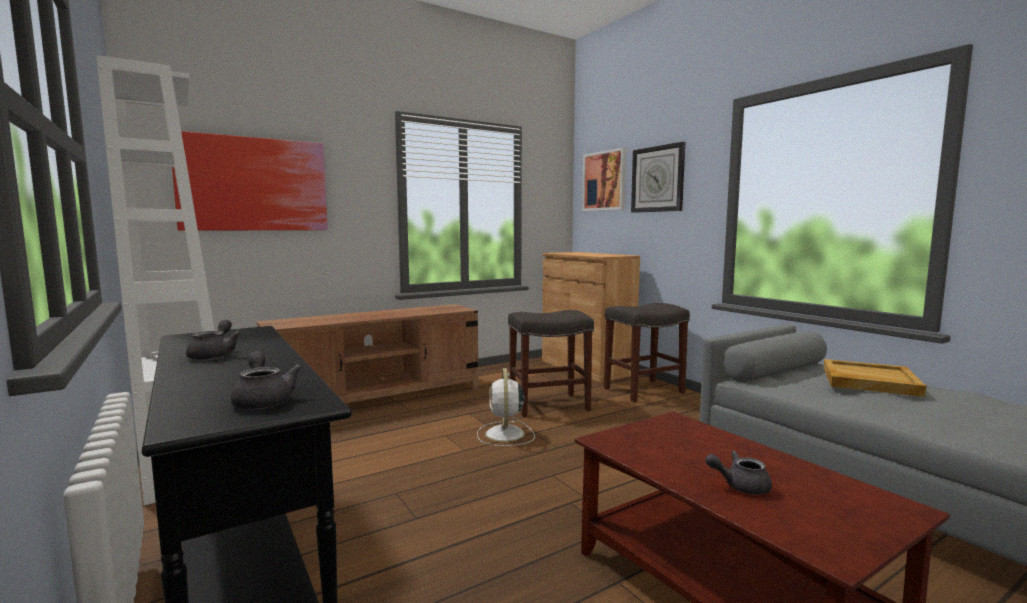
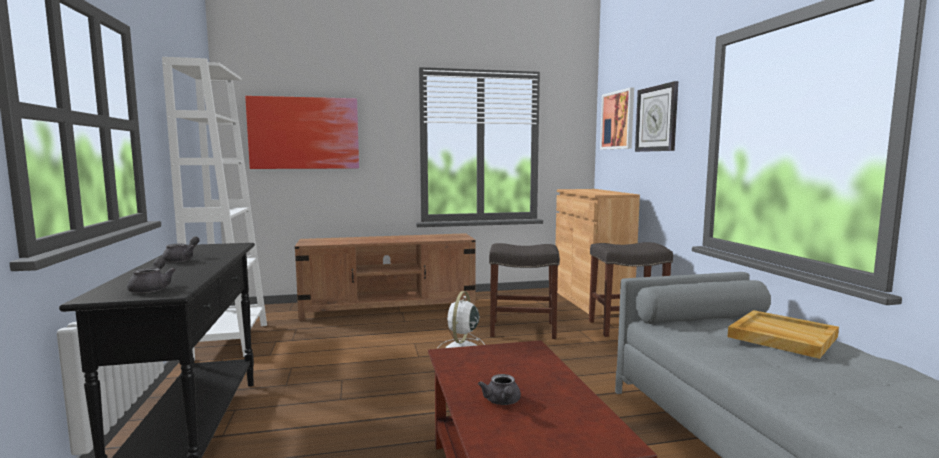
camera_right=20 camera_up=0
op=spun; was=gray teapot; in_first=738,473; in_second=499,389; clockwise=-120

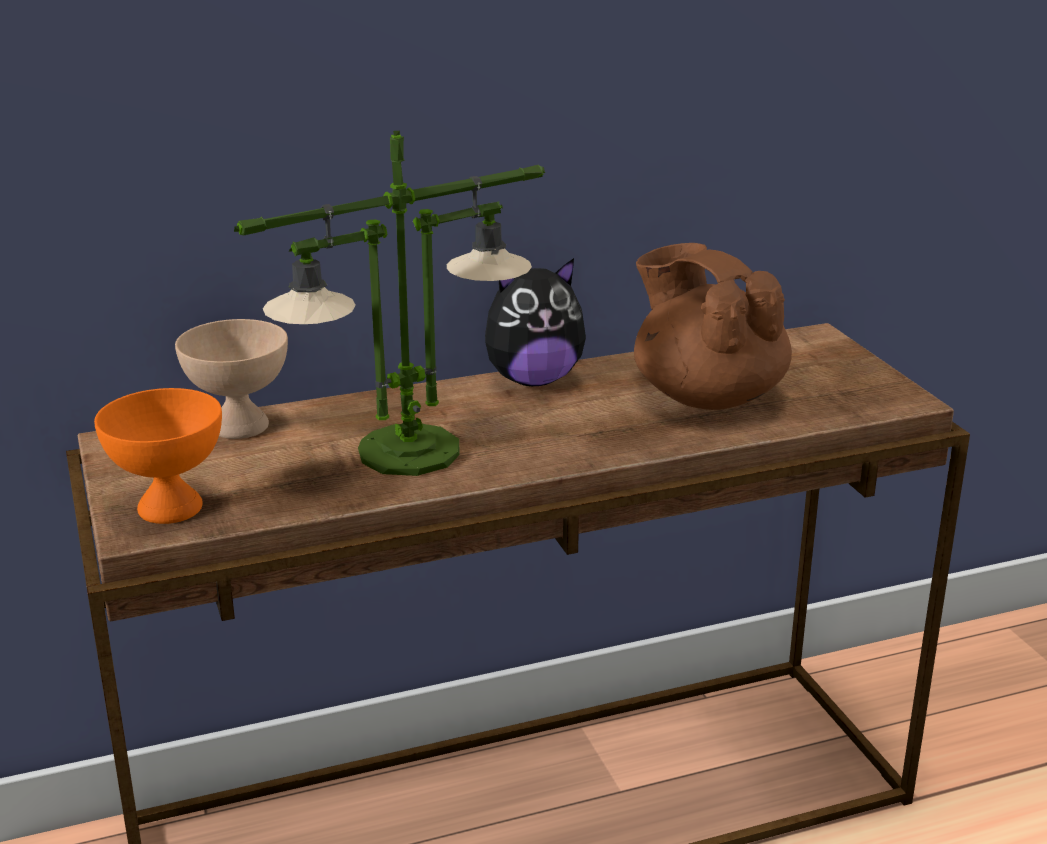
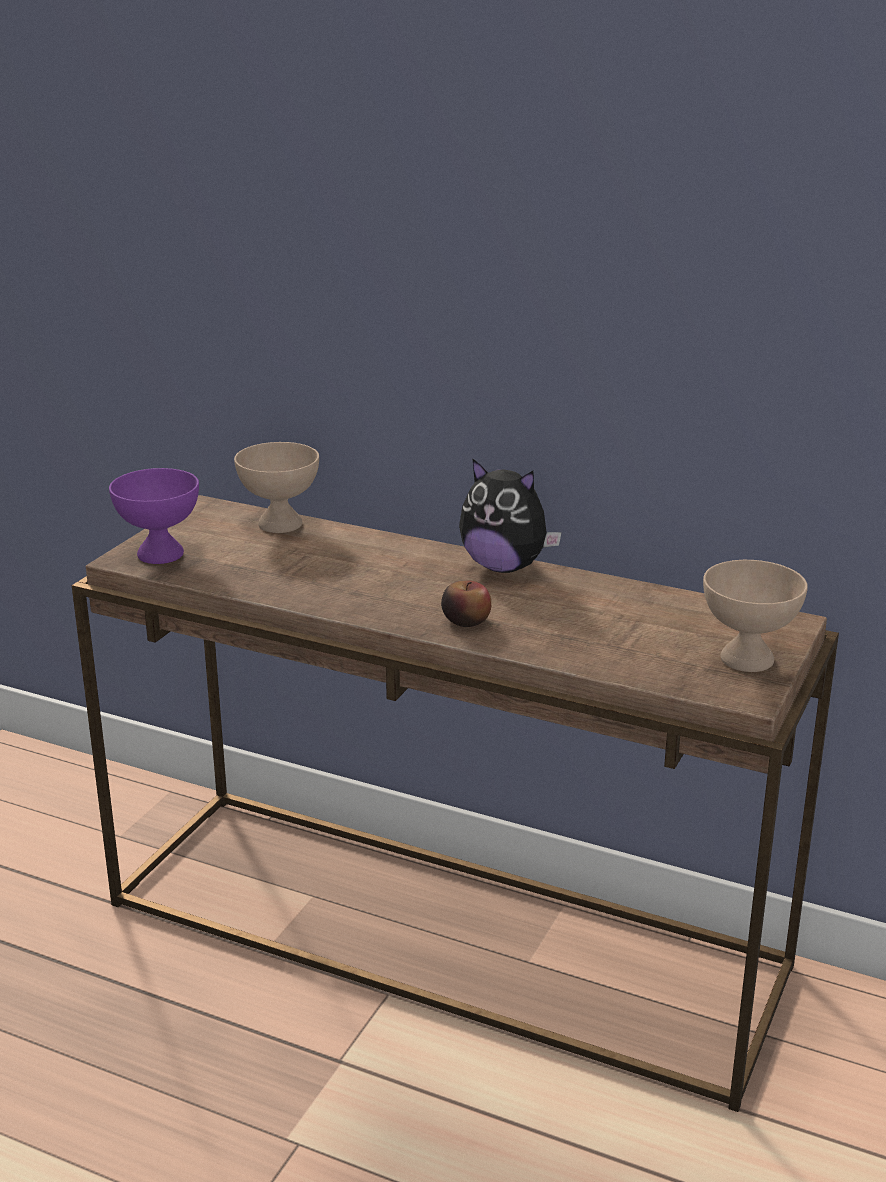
camera_right=45 camera_up=0
op=missing; was=lamp for a table; in_first=389,303
op=missing; was=brownish teapot; in_first=713,326
op=appeared; now=whole apple; in_second=466,604
op=appeared; now=sand-coloured bowl; in_second=755,616
op=colour; was=orange bowl; now=purple-coloured bowl; in_first=158,456; in_second=154,516

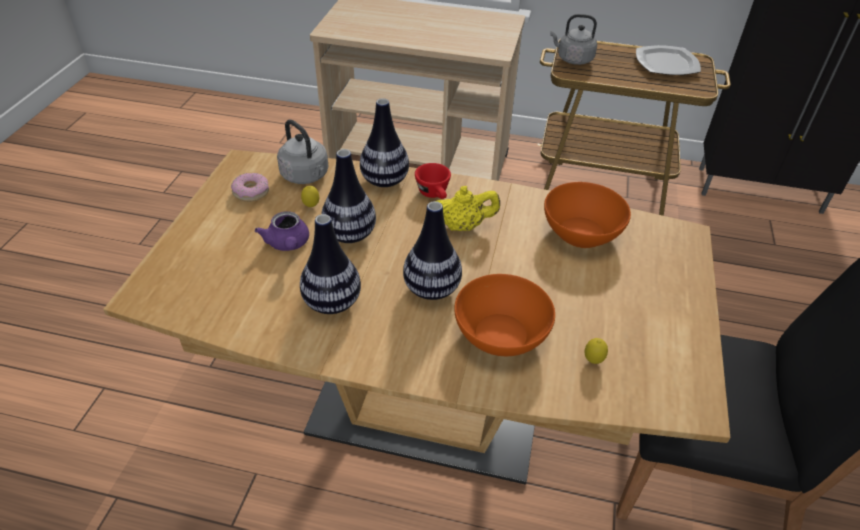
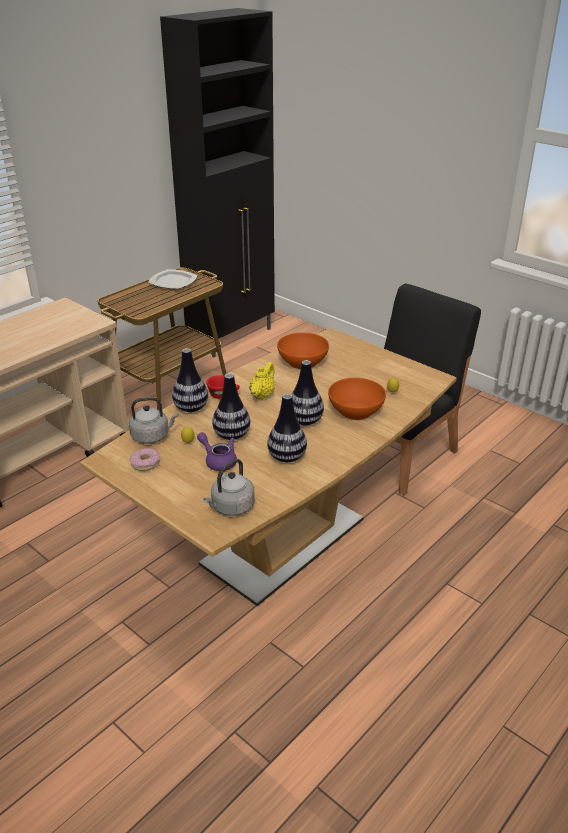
camera_right=-60 camera_up=-10
op=relocated; was=gray water kettle; in_first=573,39; in_second=229,487
op=spun; was=purple-coloured teapot; in_first=282,231; in_second=217,451; clockwise=-150

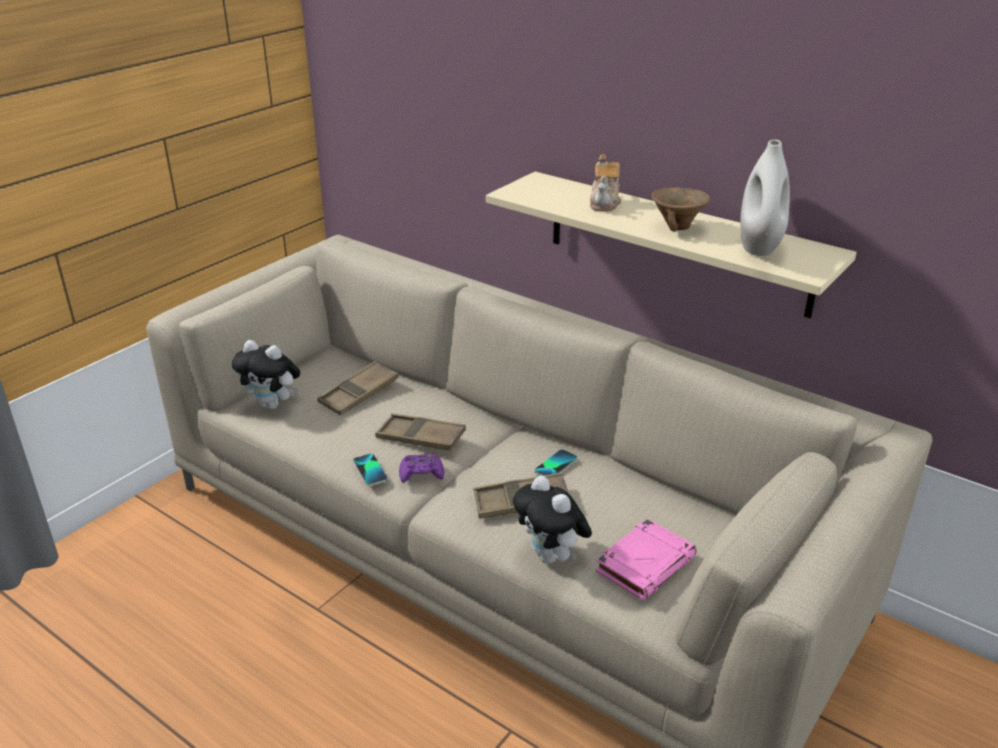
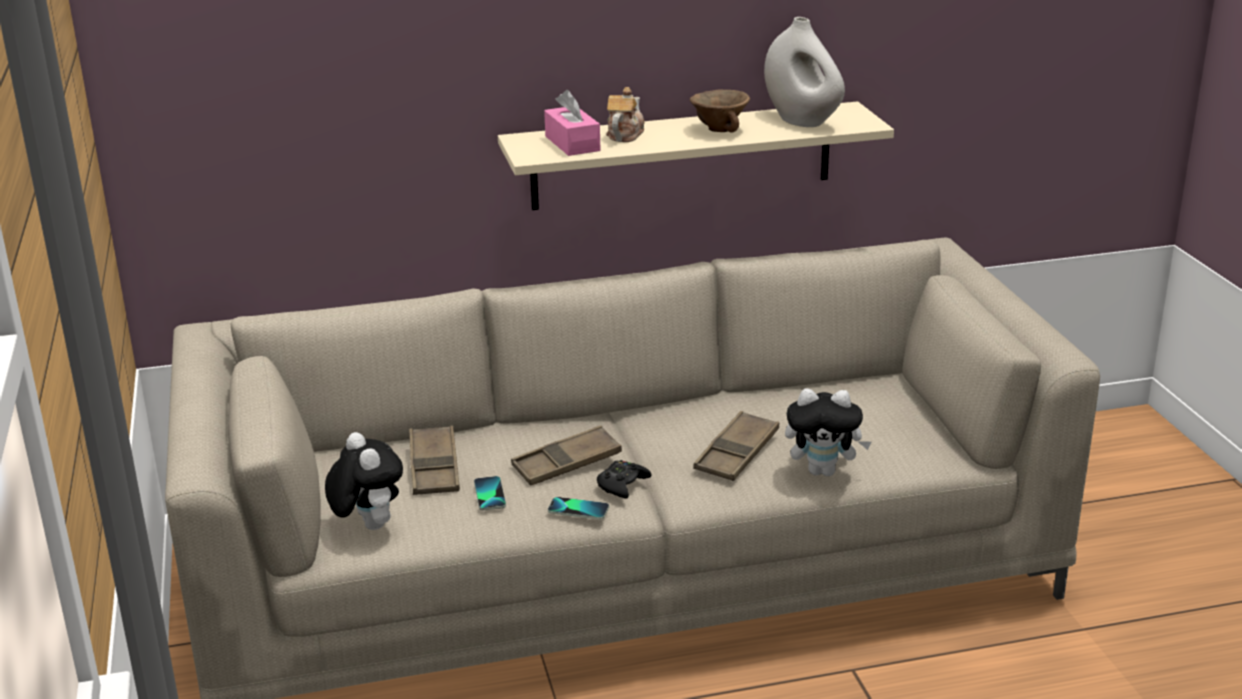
camera_right=-50 camera_up=-5
op=missing; was=pinkish book; in_first=646,559
op=appeared; now=pinkish tissue box; in_second=572,123
op=relocated; was=telephone; in_first=556,462; in_second=490,493
op=colour; was=purple-coloured gamepad; now=black-coloured gamepad; in_first=421,468; in_second=624,479
op=spun; was=soft toy; in_first=266,374; in_second=364,481; clockwise=-90
op=spun; was=teapot; in_first=605,183; in_second=625,114; clockwise=-120

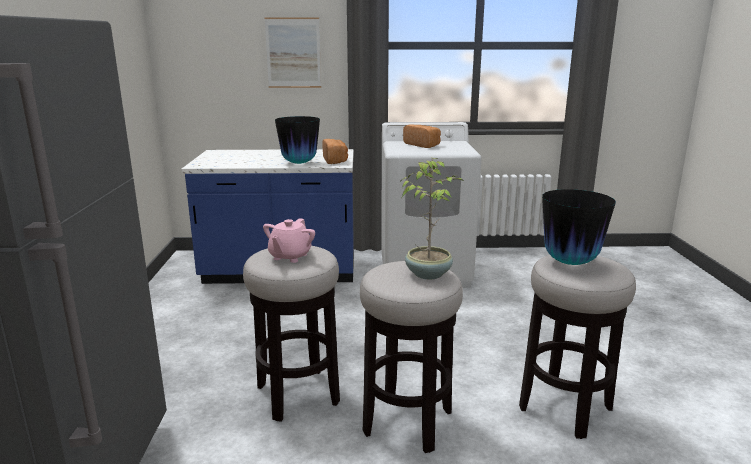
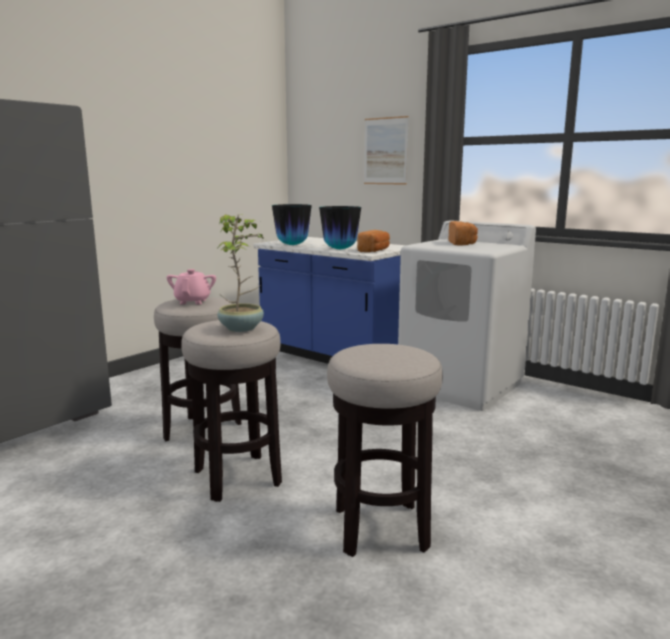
camera_right=40 camera_up=-5
op=relocated; was=decorative vase; in_first=579,227; in_second=292,224
op=spun; was=pinkish teapot; in_first=289,240; in_second=191,286; clockwise=120

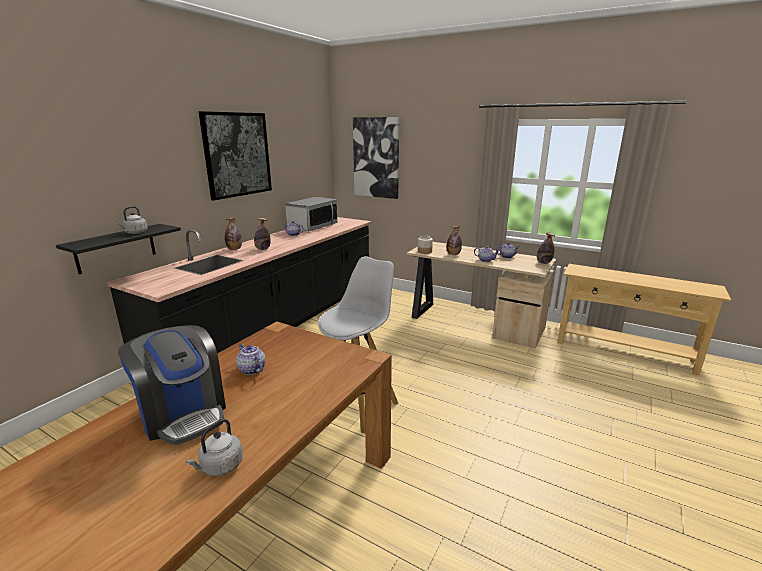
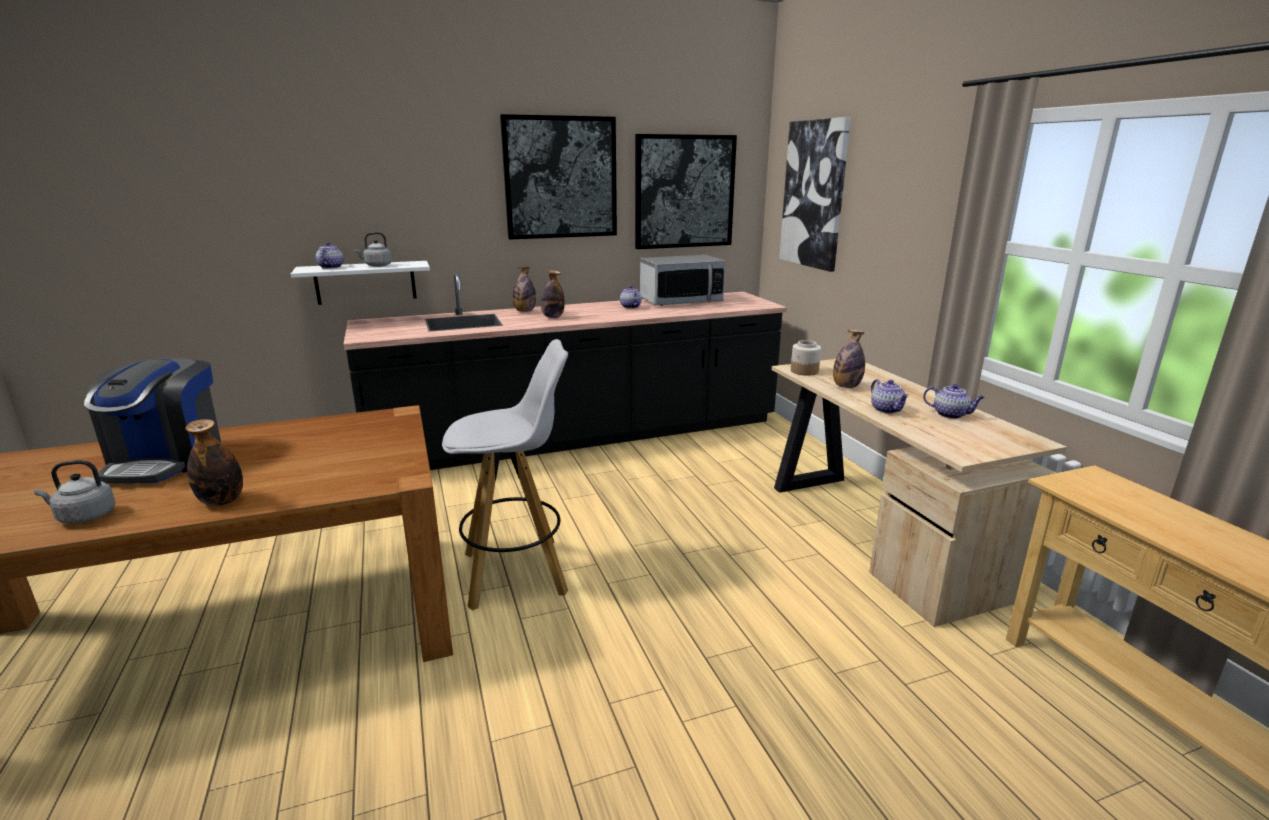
camera_right=40 camera_up=0
op=appeared; now=wall picture; in_second=686,191
op=relocated; was=teapot; in_first=251,359; in_second=330,255
op=relocated; was=beverage bottle; in_first=546,248; in_second=214,462
op=colour; was=black-coloured shelf; now=whitish shelf; in_first=118,249; in_second=360,283

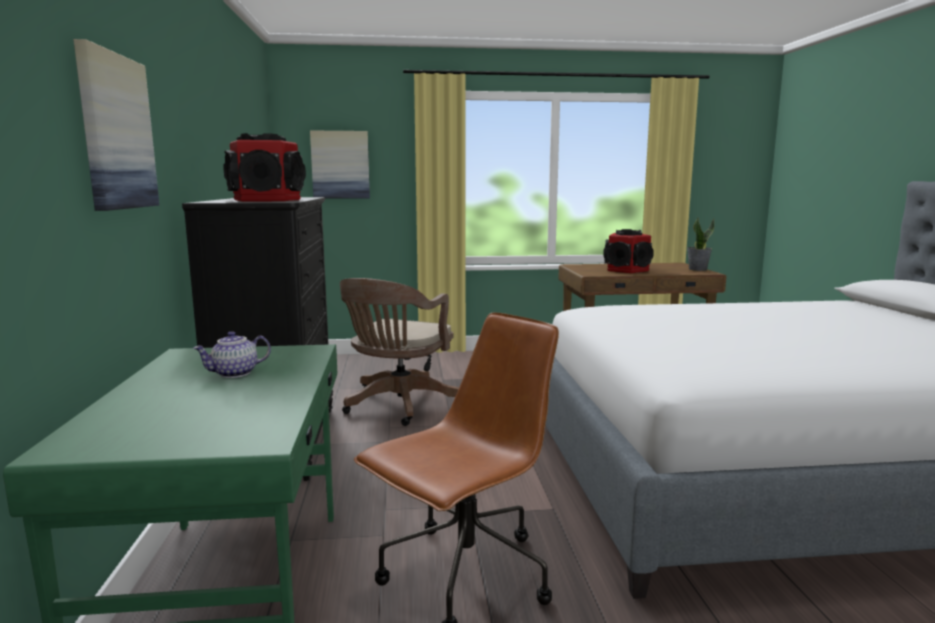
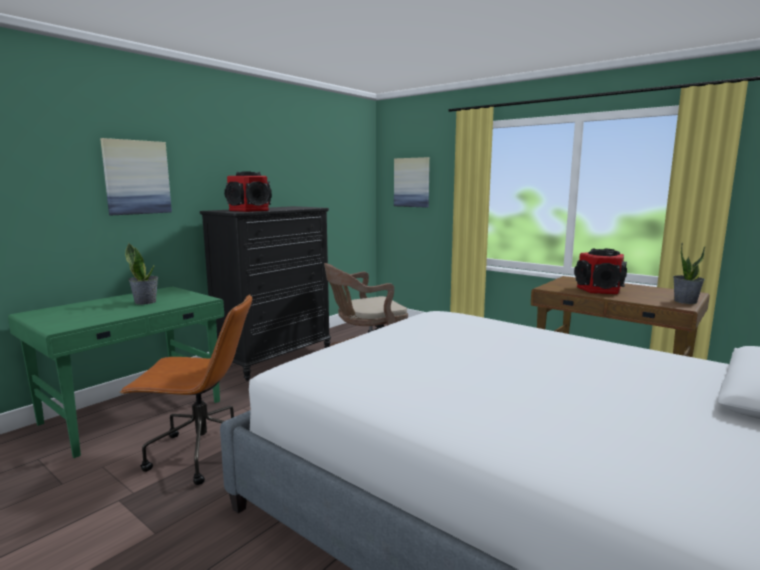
camera_right=45 camera_up=0
op=exchanged; was=teapot; now=houseplant; in_first=232,354; in_second=141,274

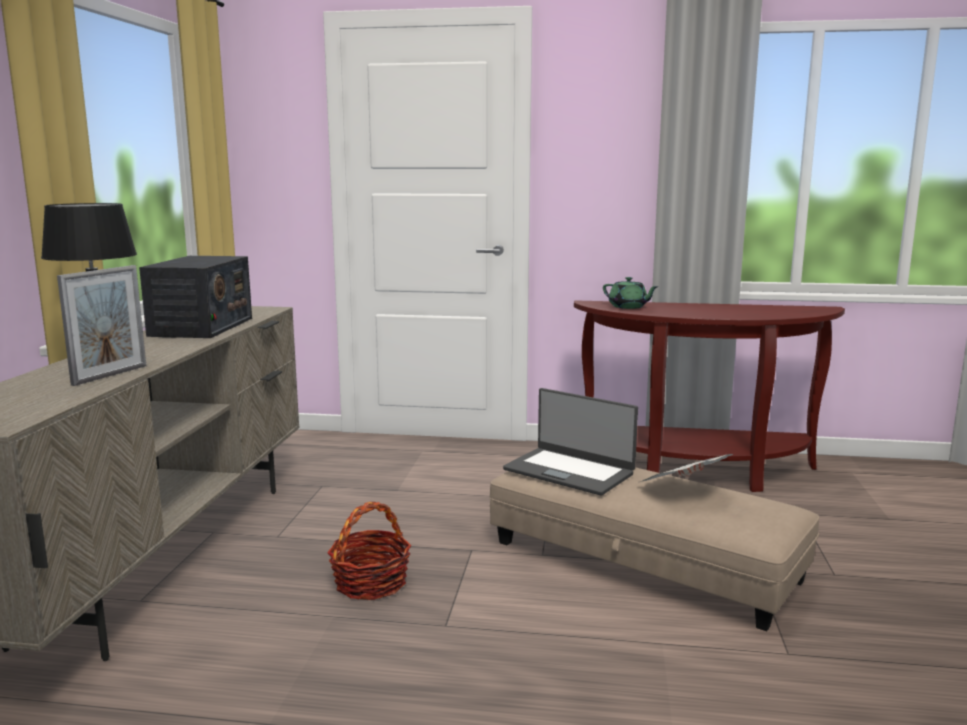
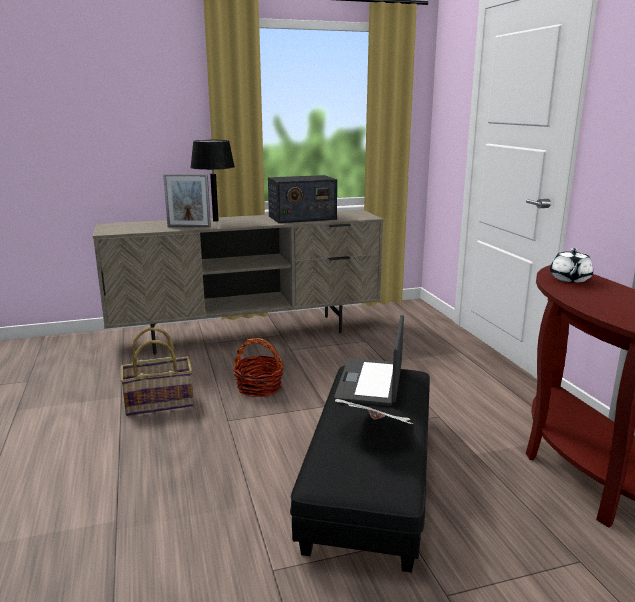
camera_right=65 camera_up=5
op=appeared; now=basket; in_second=157,372
op=colour; was=sand-coloured ottoman; now=black-coloured ottoman; in_first=655,549; in_second=360,469
op=colour; was=green teapot; now=whitish teapot; in_first=631,293; in_second=571,265

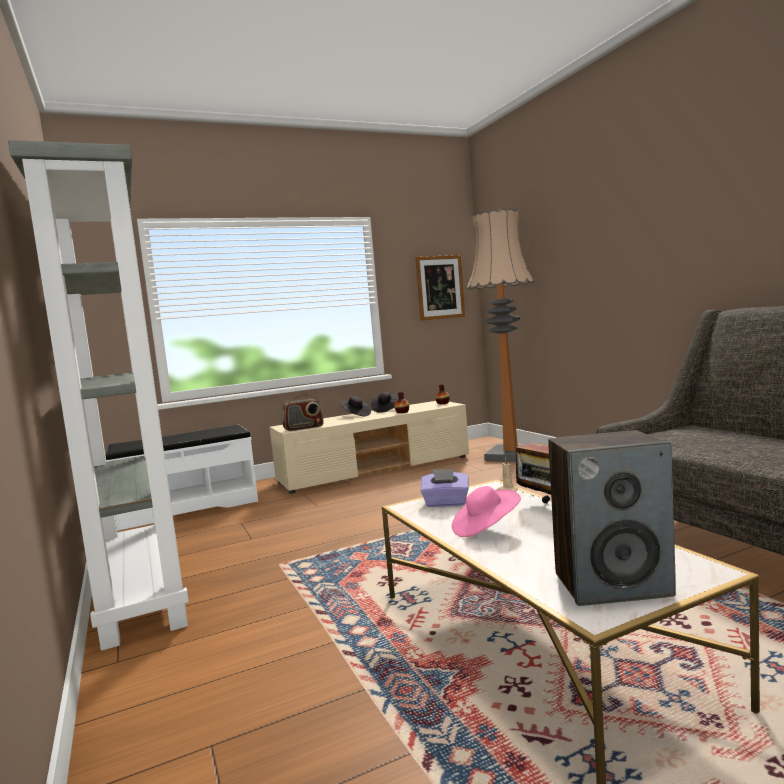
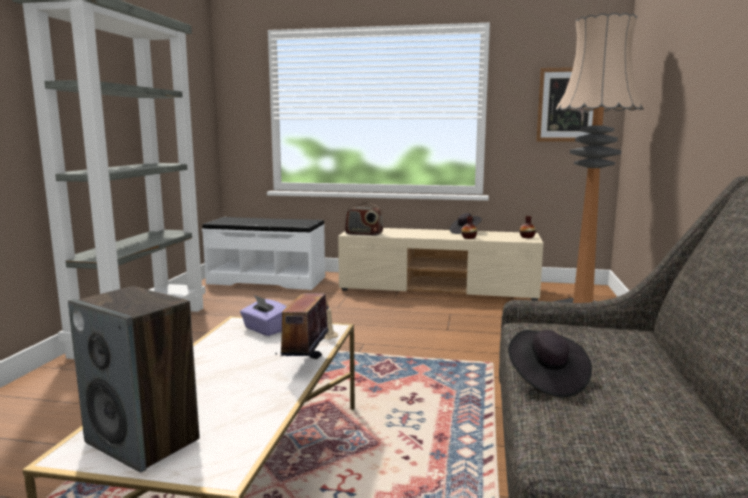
camera_right=35 camera_up=5
op=missing; was=pinkish wearable hat; in_first=486,511
op=relocated; was=black-coloured wearable hat; in_first=356,406; in_second=550,363

